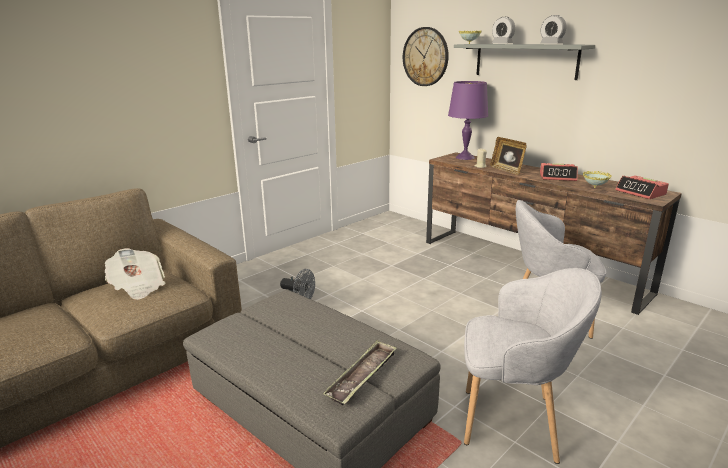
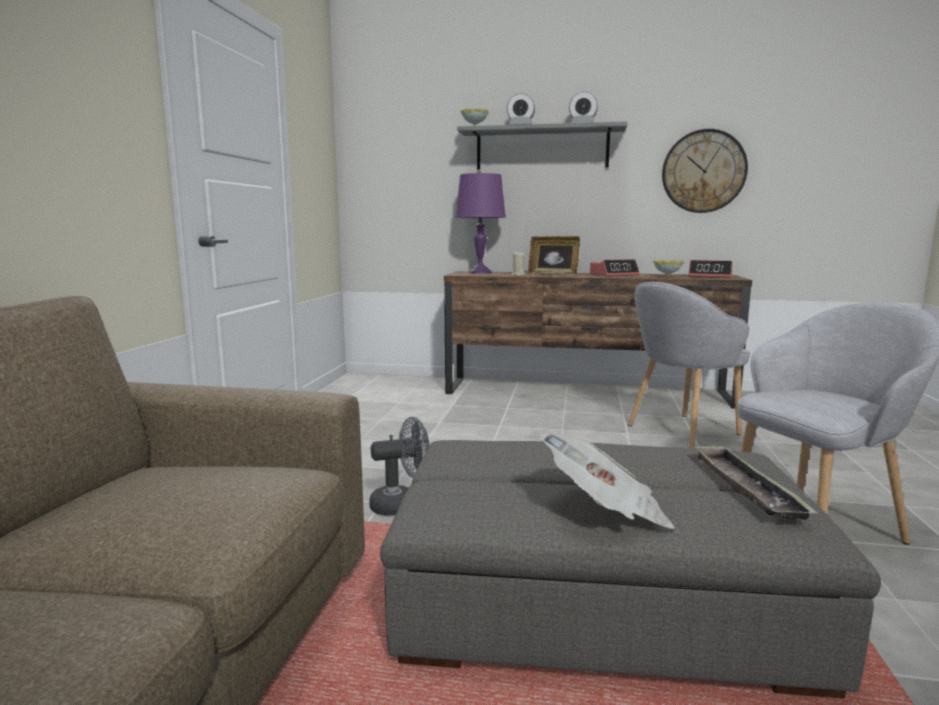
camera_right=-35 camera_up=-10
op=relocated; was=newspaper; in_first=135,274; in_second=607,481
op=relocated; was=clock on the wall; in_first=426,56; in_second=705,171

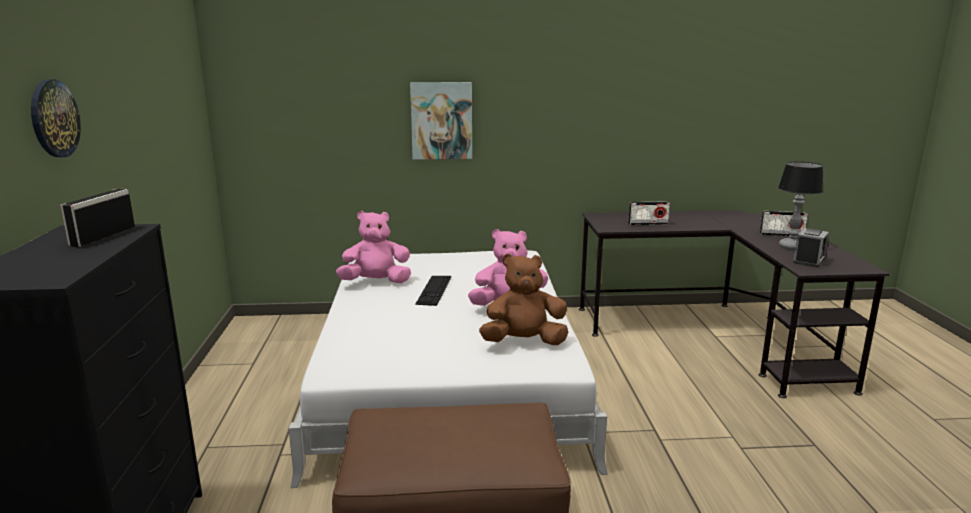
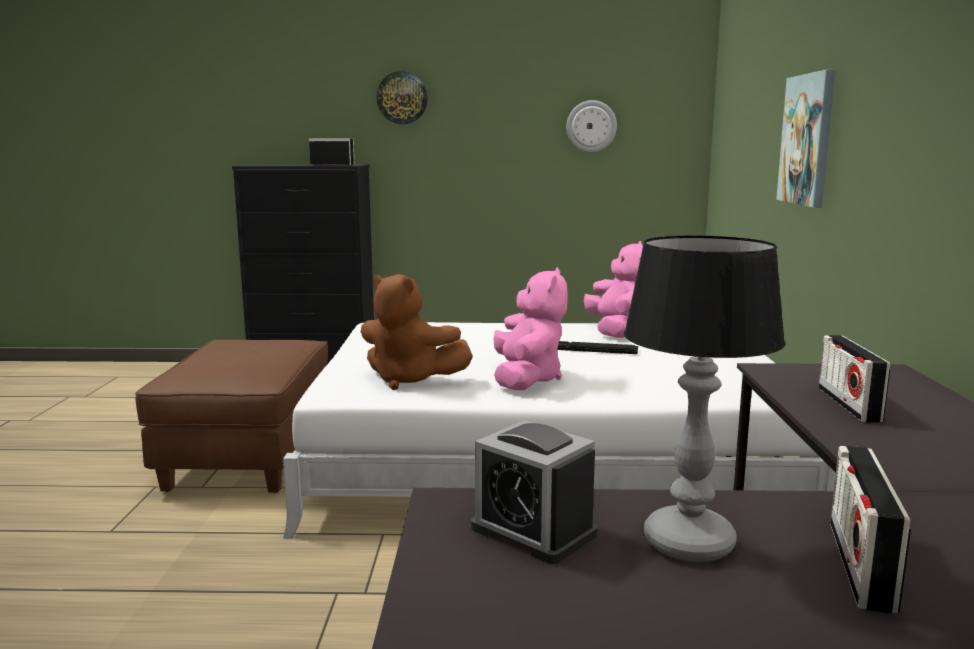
camera_right=95 camera_up=-5
op=appeared; now=clock on the wall; in_second=591,126
op=spun; was=brownish soft toy; in_first=523,299; in_second=417,332; clockwise=120

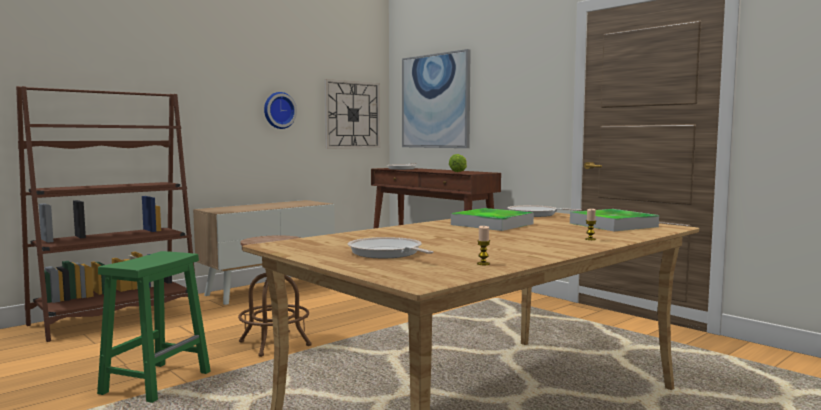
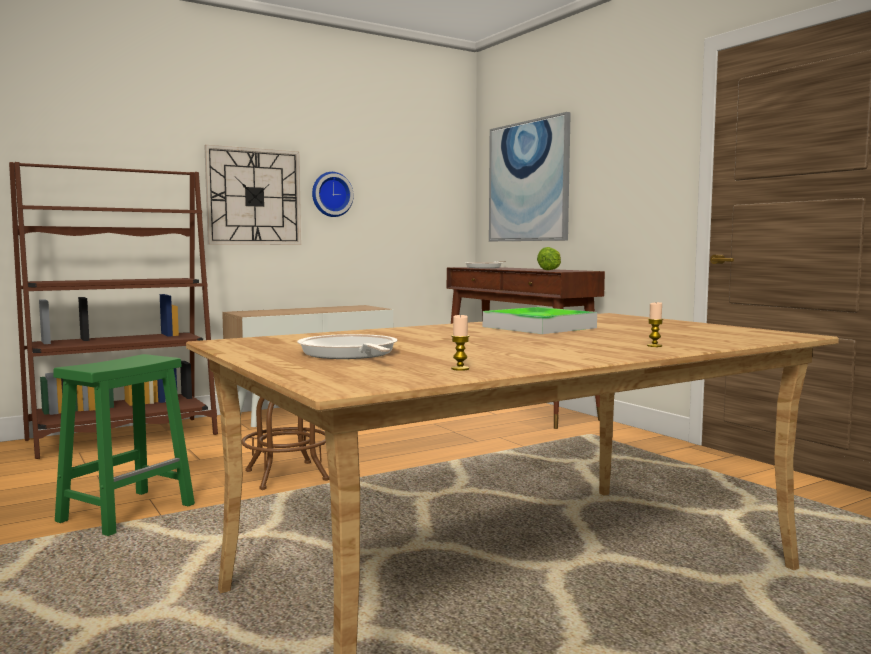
camera_right=10 camera_up=0
op=missing; was=skillet; in_first=545,211
op=missing; was=serving tray; in_first=614,220
op=relocated; was=clock on the wall; in_first=352,114; in_second=252,195

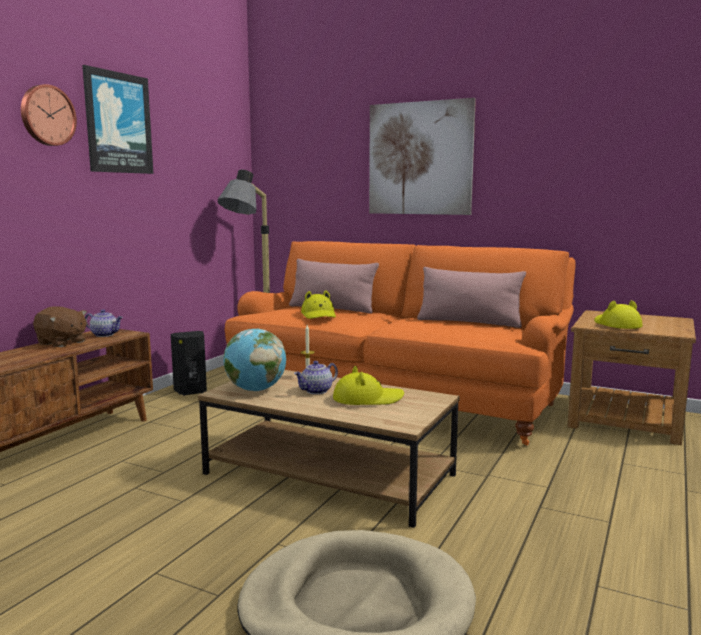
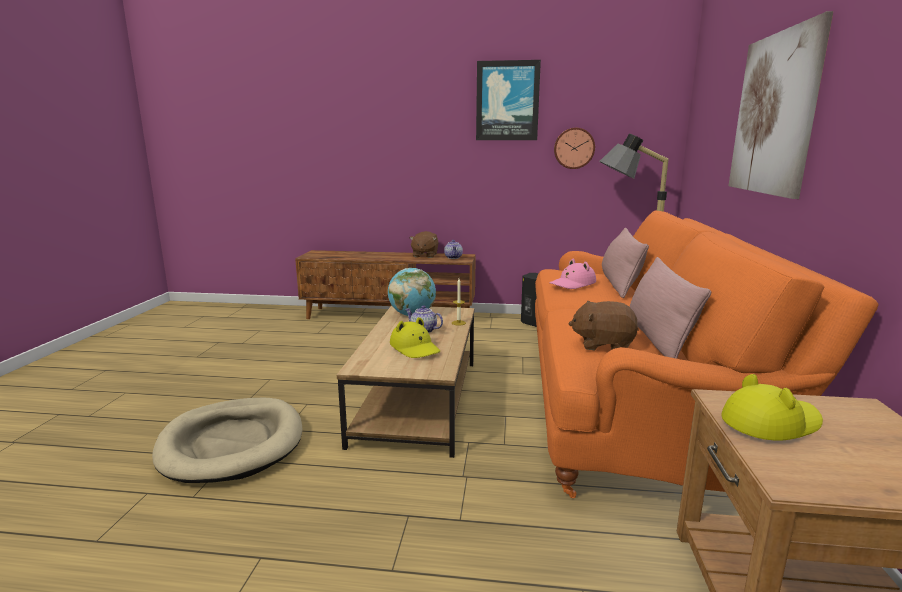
camera_right=70 camera_up=5
op=appeared; now=brownish soft toy; in_second=603,325
op=relocated; was=clock on the wall; in_first=49,115; in_second=574,148
op=colour; was=yellow wearable hat; now=pinkish wearable hat; in_first=318,304; in_second=573,274

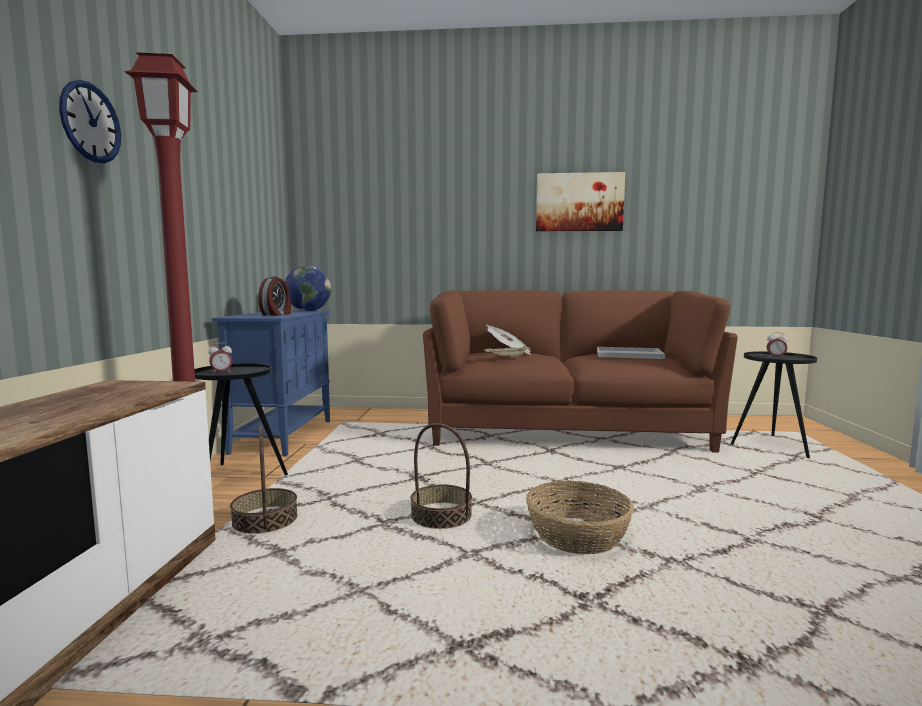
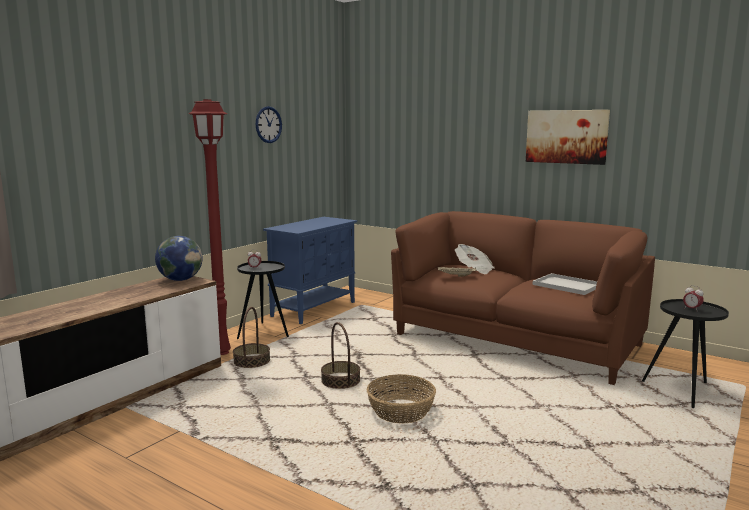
camera_right=30 camera_up=5
op=missing; was=alarm clock; in_first=274,296
op=relocated; was=clock on the wall; in_first=90,121; in_second=269,124
op=relocated; was=world globe; in_first=308,288; in_second=179,258

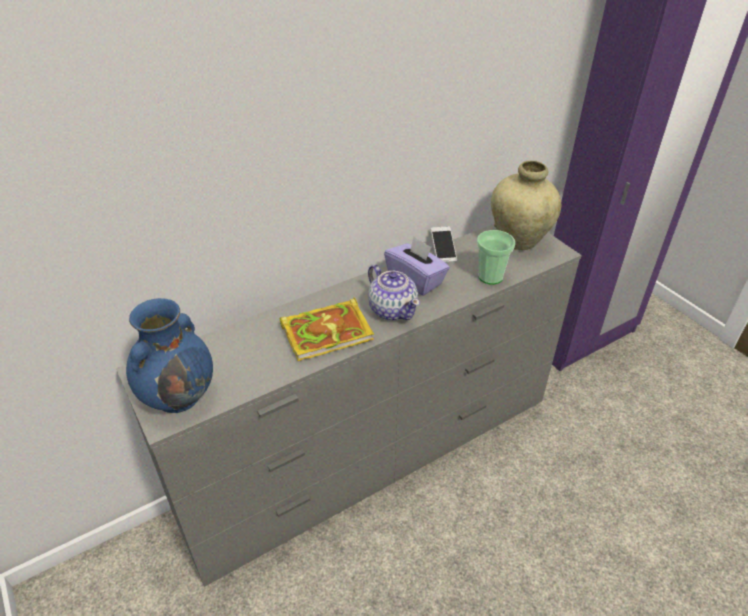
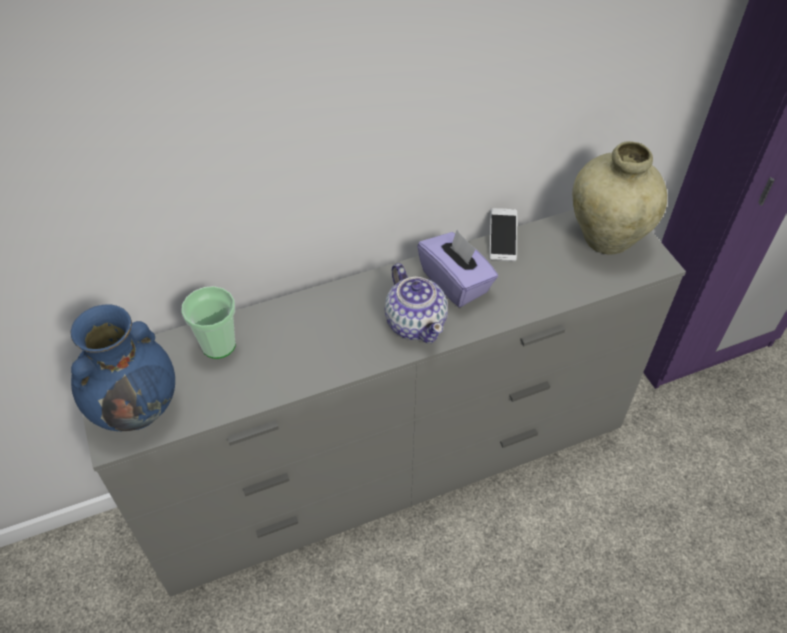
camera_right=10 camera_up=10
op=missing; was=book; in_first=326,329
op=relocated; was=cup; in_first=496,257; in_second=208,322

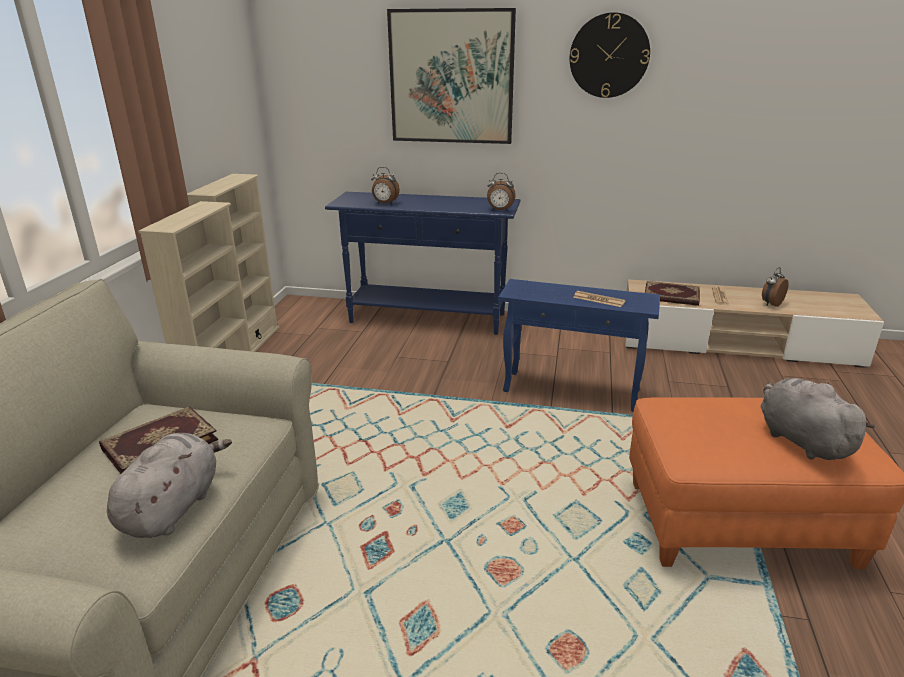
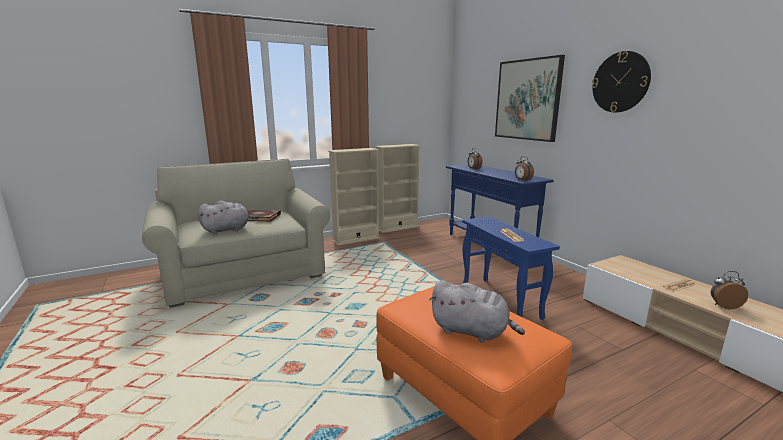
camera_right=50 camera_up=-10
op=missing; was=book; in_first=672,293
op=spun; was=gray soft toy; in_first=818,419; in_second=477,311; clockwise=90

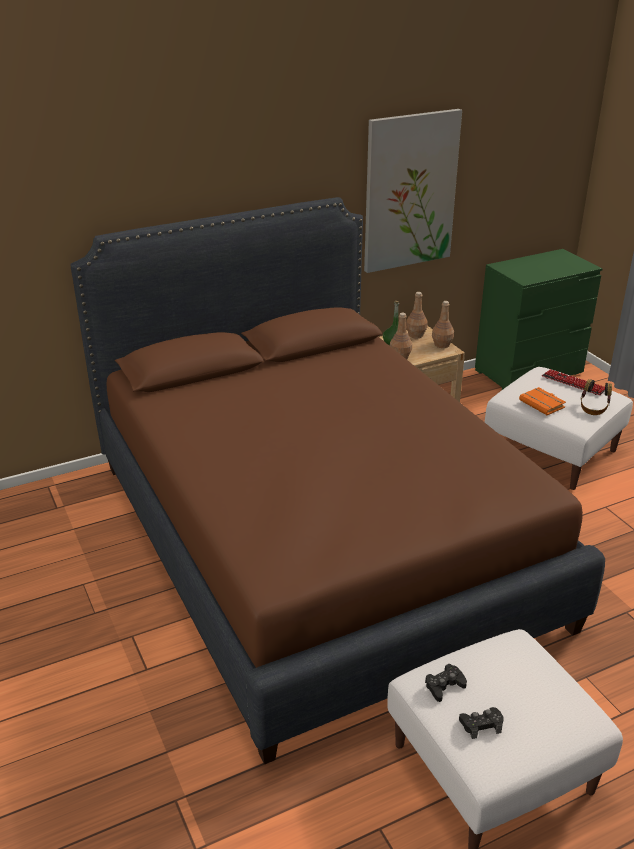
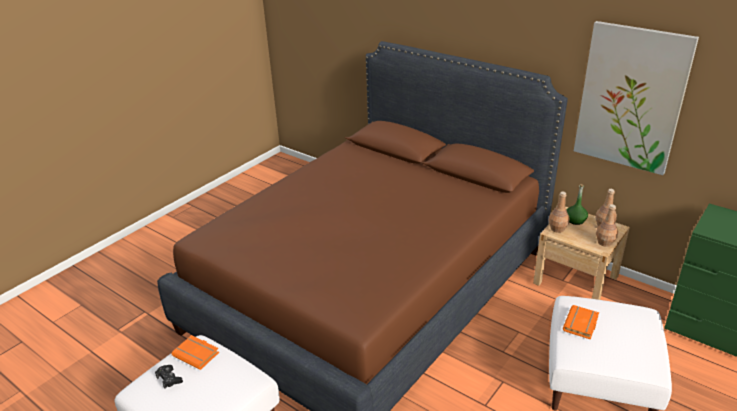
camera_right=65 camera_up=0
op=missing; was=PC keyboard; in_first=573,382
op=missing; was=headset; in_first=596,397
op=exchanged; was=black-coloured gamepad; now=orange book; in_first=446,683; in_second=195,352

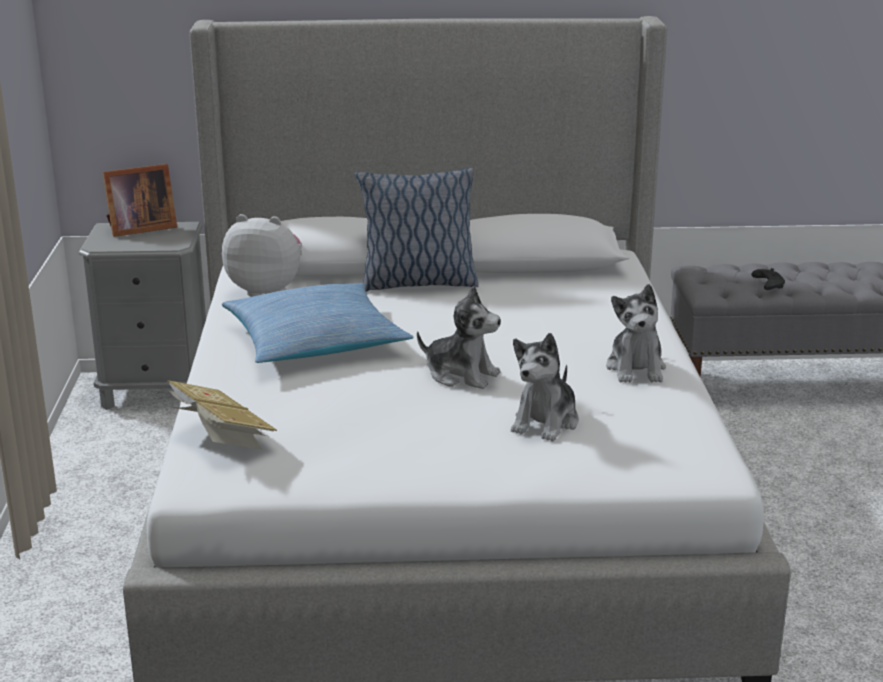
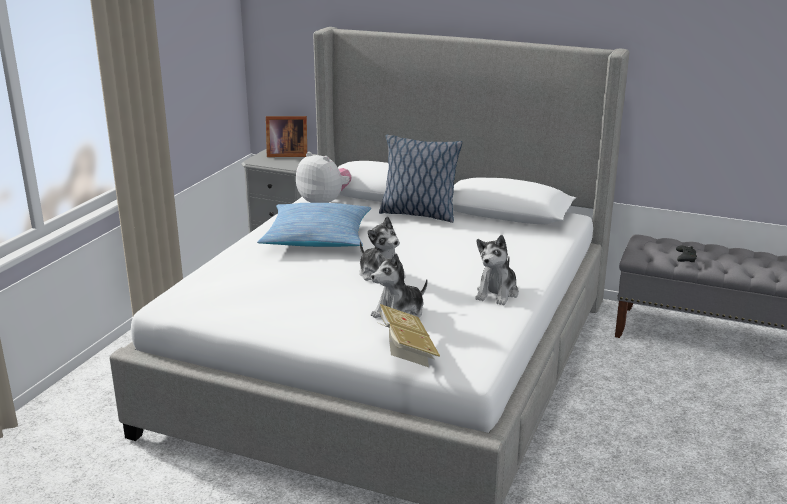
camera_right=25 camera_up=0
op=relocated; was=book; in_first=221,414; in_second=409,335

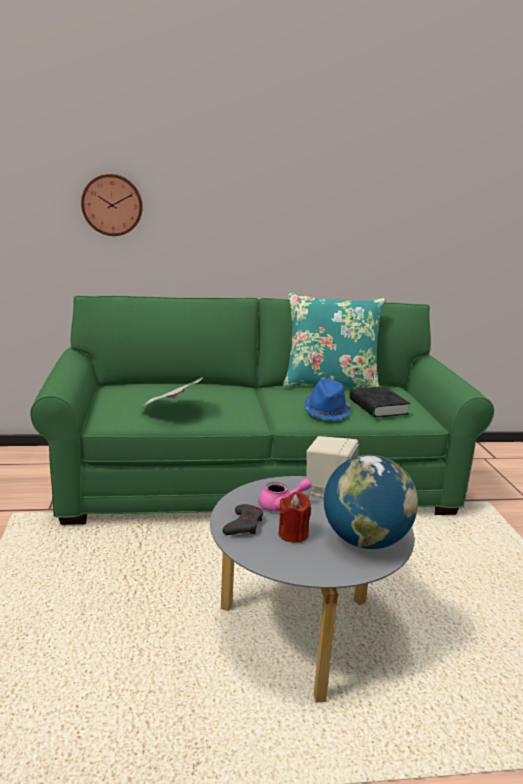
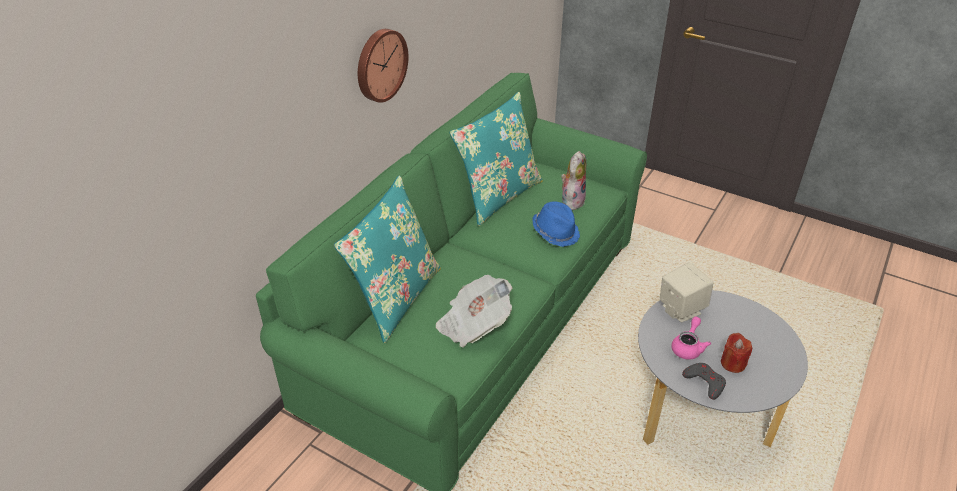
camera_right=-50 camera_up=20
op=missing; was=world globe; in_first=371,502
op=appeared; now=turquoise cushion; in_second=387,259
op=relocated; was=clock on the wall; in_first=112,205; in_second=383,66
op=exchanged; was=black-coloured book; now=soft toy; in_first=380,401; in_second=573,180

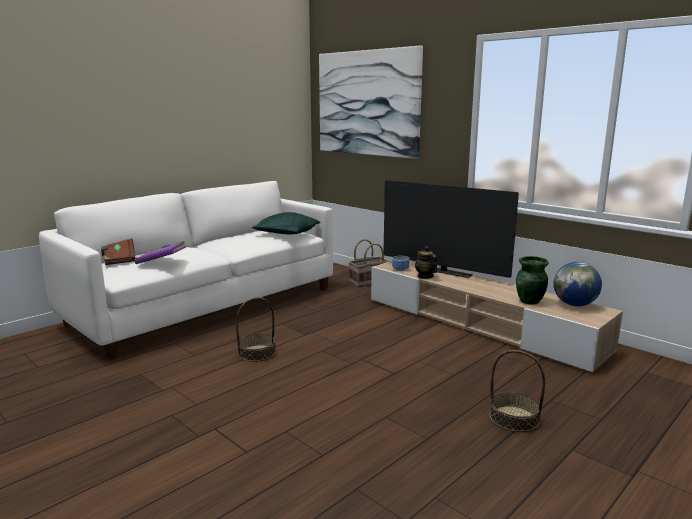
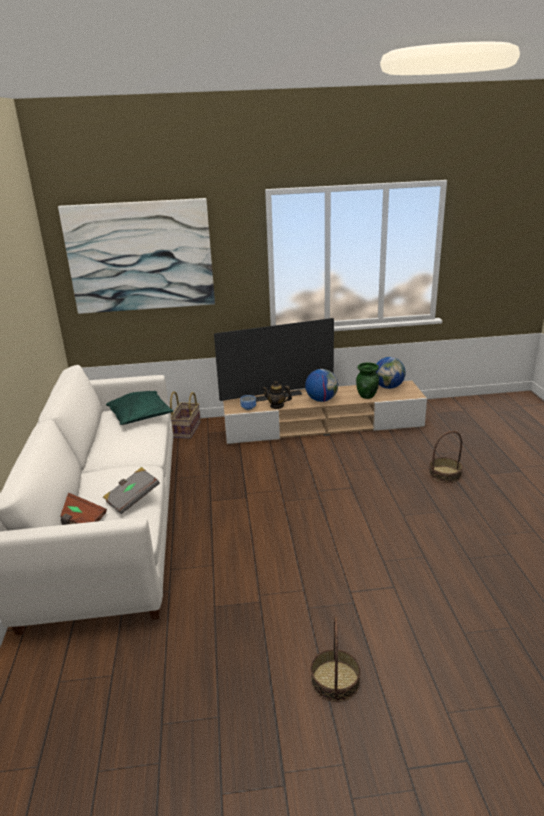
camera_right=-50 camera_up=10
op=appeared; now=world globe; in_second=321,385
op=relocated; was=basket; in_first=256,329; in_second=335,659
op=colour; was=purple-coloured book; now=gray book; in_first=160,252; in_second=131,490

